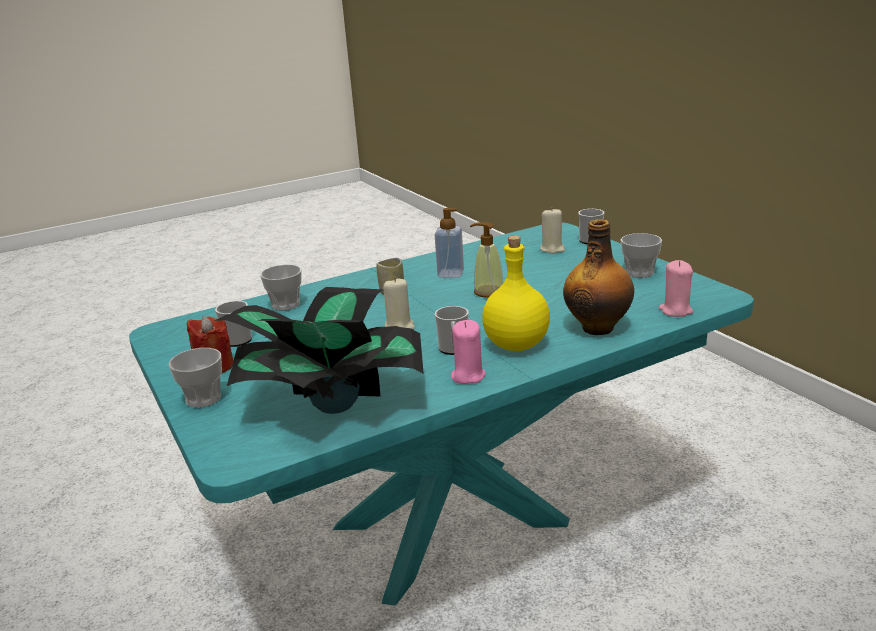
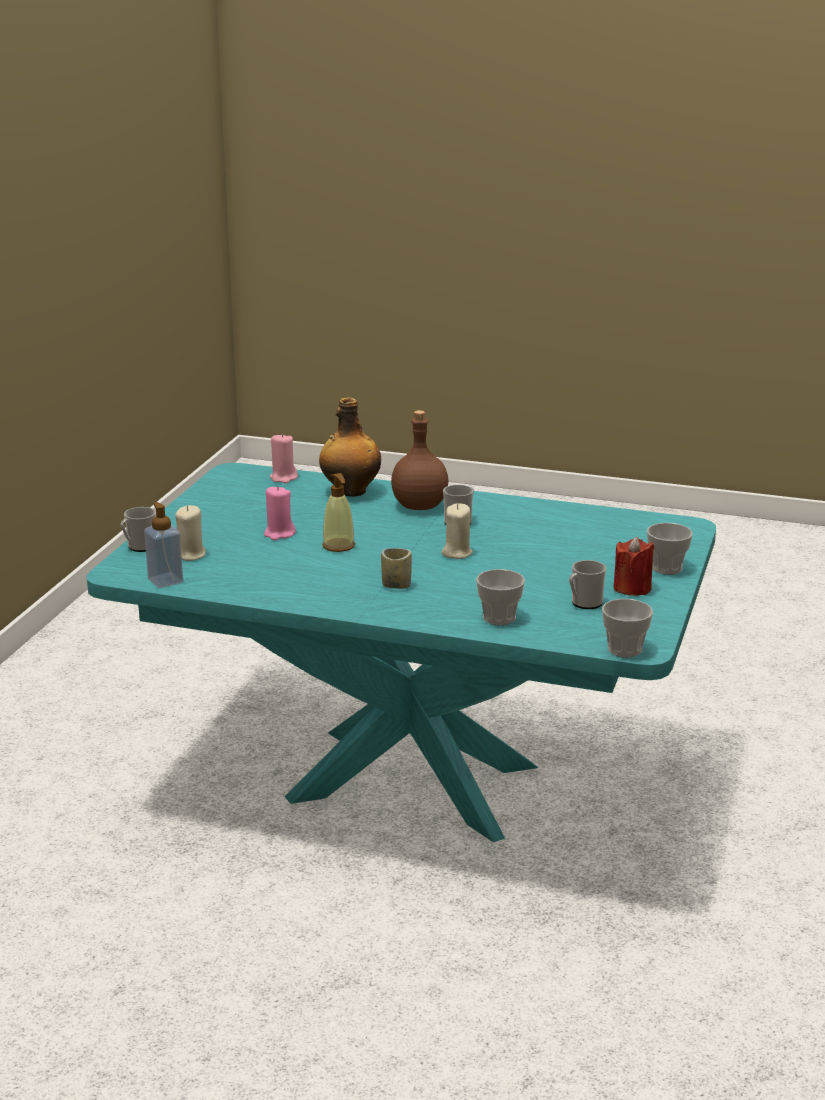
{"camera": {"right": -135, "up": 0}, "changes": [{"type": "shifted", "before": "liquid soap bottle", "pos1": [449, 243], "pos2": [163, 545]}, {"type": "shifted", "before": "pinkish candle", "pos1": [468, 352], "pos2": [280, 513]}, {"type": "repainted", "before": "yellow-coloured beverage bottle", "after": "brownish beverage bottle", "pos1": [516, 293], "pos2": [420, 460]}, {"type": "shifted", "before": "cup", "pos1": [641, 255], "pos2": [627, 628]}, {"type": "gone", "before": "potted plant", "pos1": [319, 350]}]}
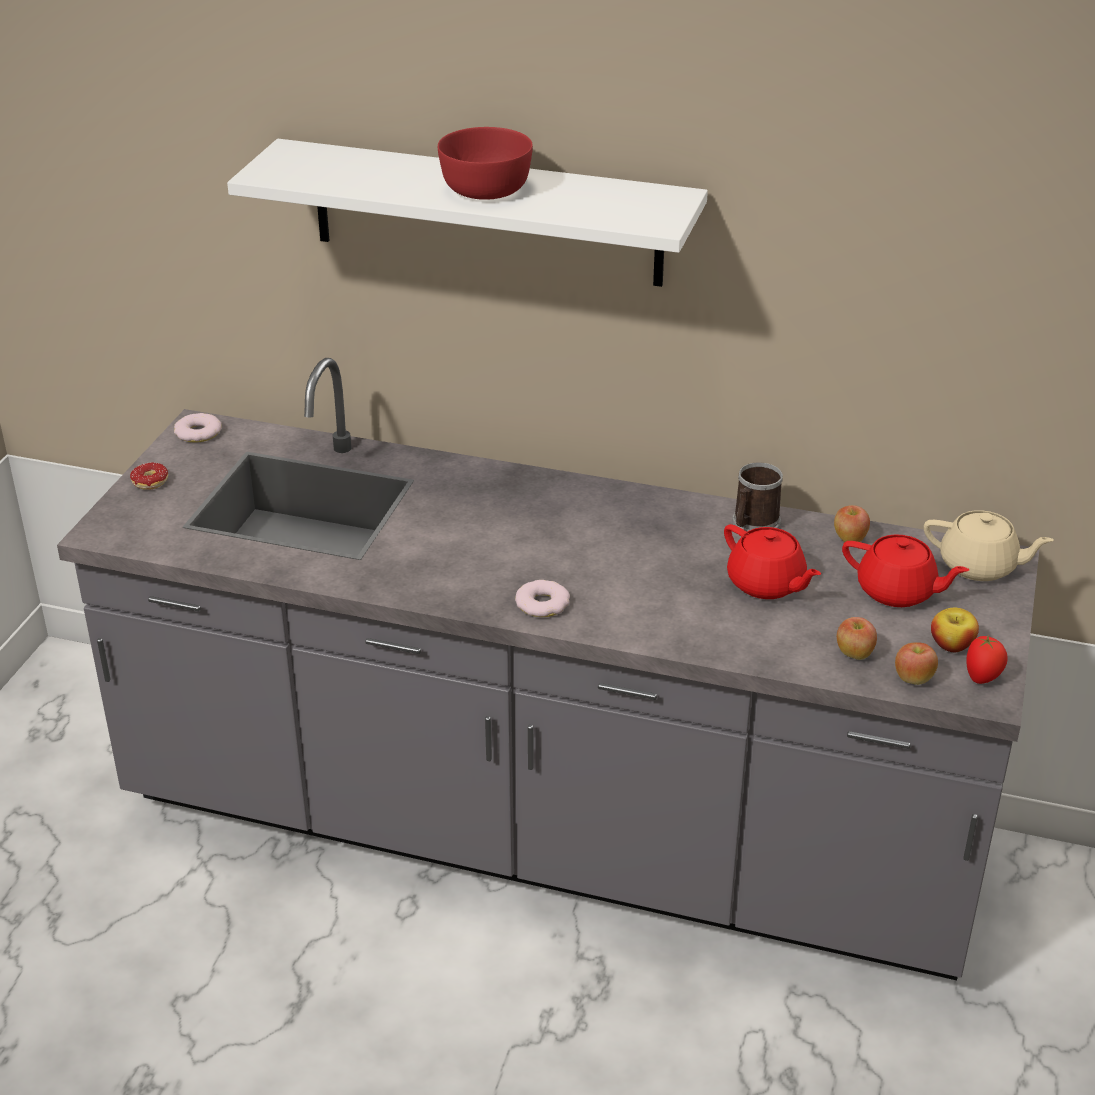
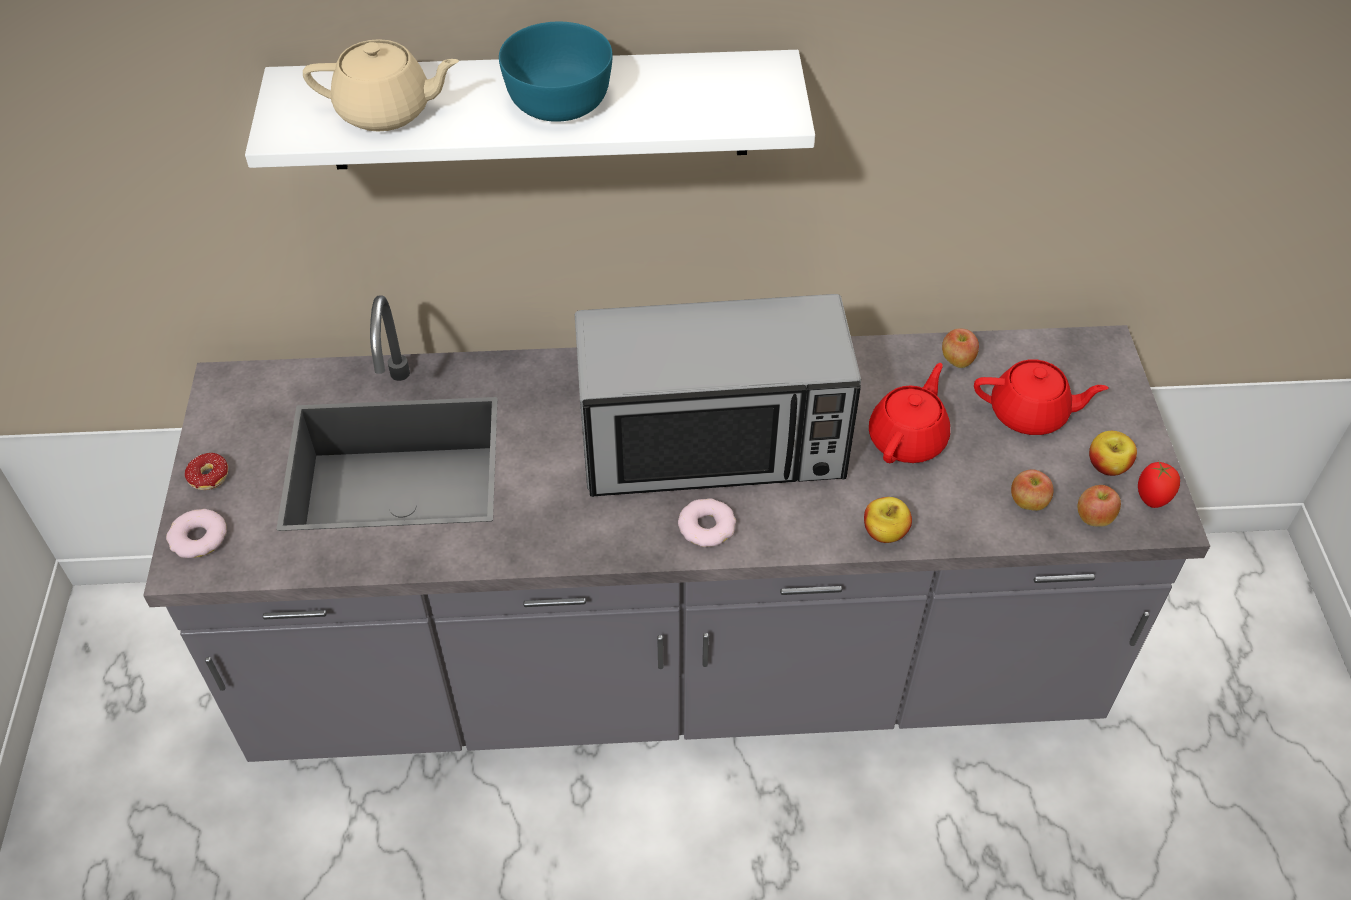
{"camera": {"right": -20, "up": 15}, "changes": [{"type": "shifted", "before": "donut", "pos1": [198, 428], "pos2": [196, 533]}, {"type": "shifted", "before": "beige-coloured pot for tea", "pos1": [989, 545], "pos2": [381, 85]}, {"type": "repainted", "before": "red-coloured bowl", "after": "blue-green bowl", "pos1": [485, 163], "pos2": [555, 72]}, {"type": "new", "after": "microwave", "pos2": [718, 395]}, {"type": "new", "after": "apple fruit", "pos2": [888, 520]}, {"type": "rotated", "before": "red-coloured pot for tea", "pos1": [772, 561], "pos2": [909, 413], "turn": -90}, {"type": "gone", "before": "tea mug", "pos1": [757, 496]}]}
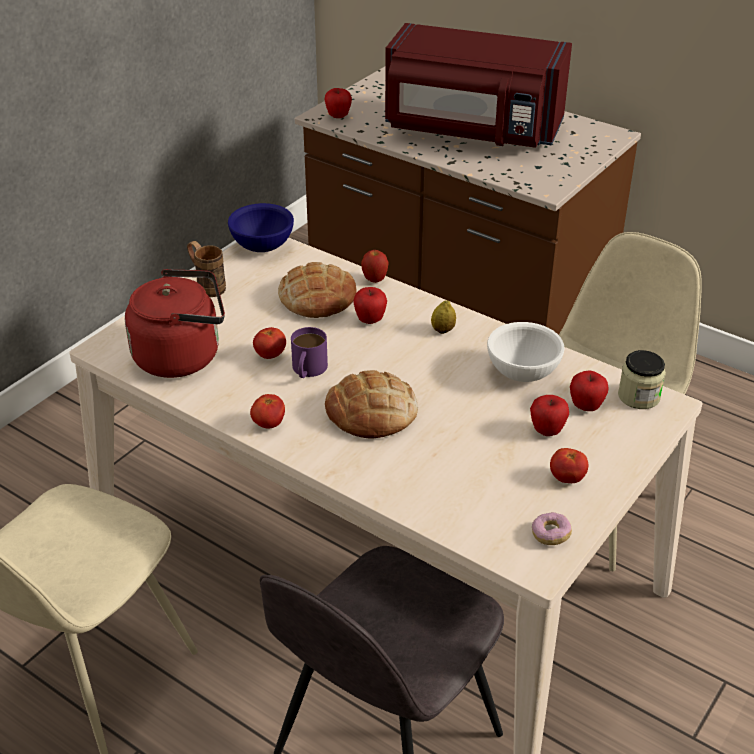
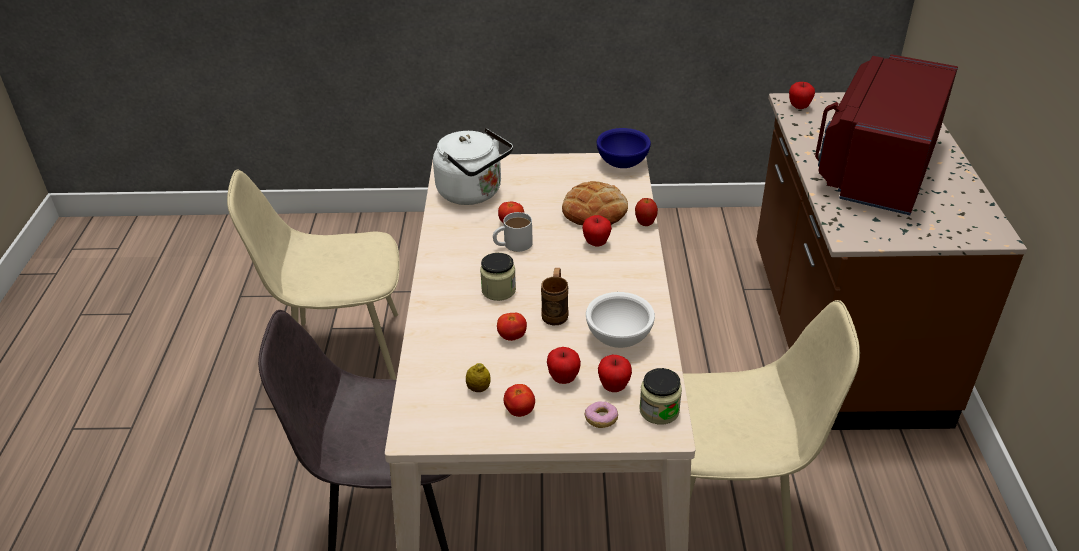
{"camera": {"right": 55, "up": 0}, "changes": [{"type": "repainted", "before": "red-coloured water kettle", "after": "white-coloured water kettle", "pos1": [175, 323], "pos2": [473, 166]}, {"type": "shifted", "before": "lemon", "pos1": [443, 317], "pos2": [478, 377]}, {"type": "swapped", "before": "bakery bread", "after": "storage jar", "pos1": [371, 404], "pos2": [498, 277]}, {"type": "repainted", "before": "purple tea mug", "after": "white-coloured tea mug", "pos1": [309, 352], "pos2": [513, 232]}, {"type": "shifted", "before": "fresh tomato", "pos1": [267, 411], "pos2": [512, 327]}, {"type": "shifted", "before": "brownish tea mug", "pos1": [206, 269], "pos2": [554, 296]}, {"type": "shifted", "before": "donut", "pos1": [552, 528], "pos2": [601, 415]}, {"type": "rotated", "before": "red-coloured microwave", "pos1": [478, 85], "pos2": [886, 134], "turn": 45}]}
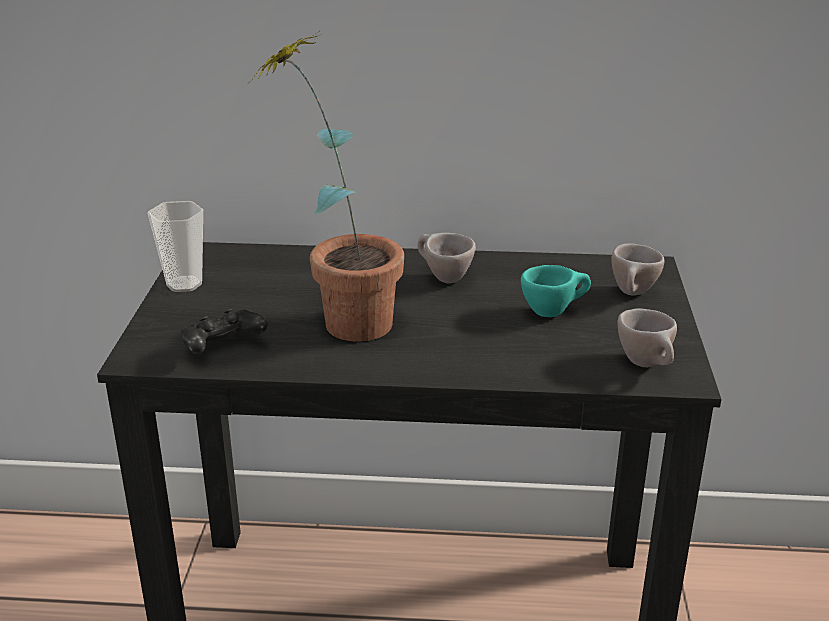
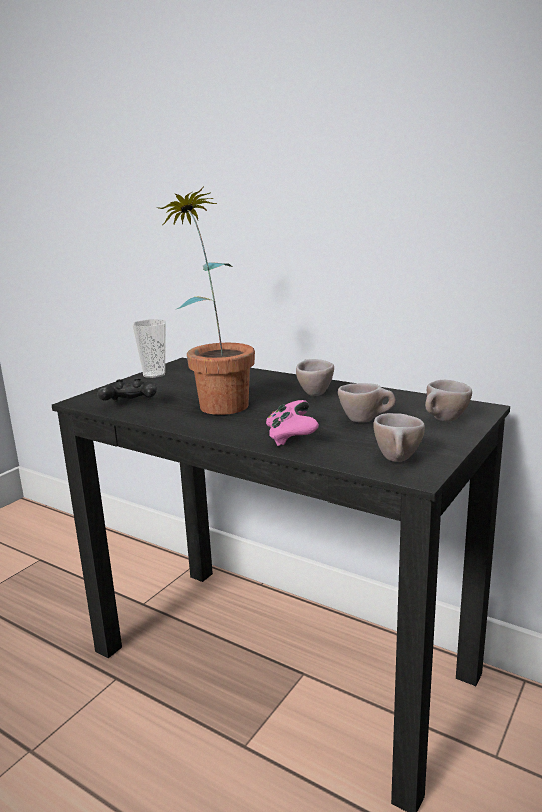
{"camera": {"right": 30, "up": -10}, "changes": [{"type": "new", "after": "pinkish game controller", "pos2": [292, 423]}, {"type": "repainted", "before": "blue-green cup", "after": "beige-coloured cup", "pos1": [556, 291], "pos2": [367, 403]}]}
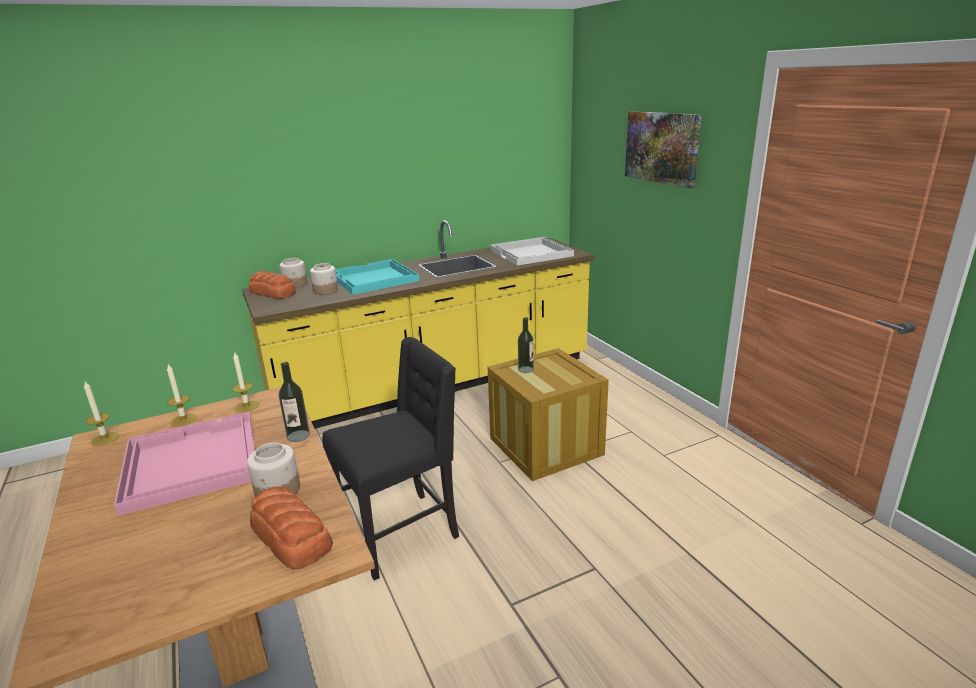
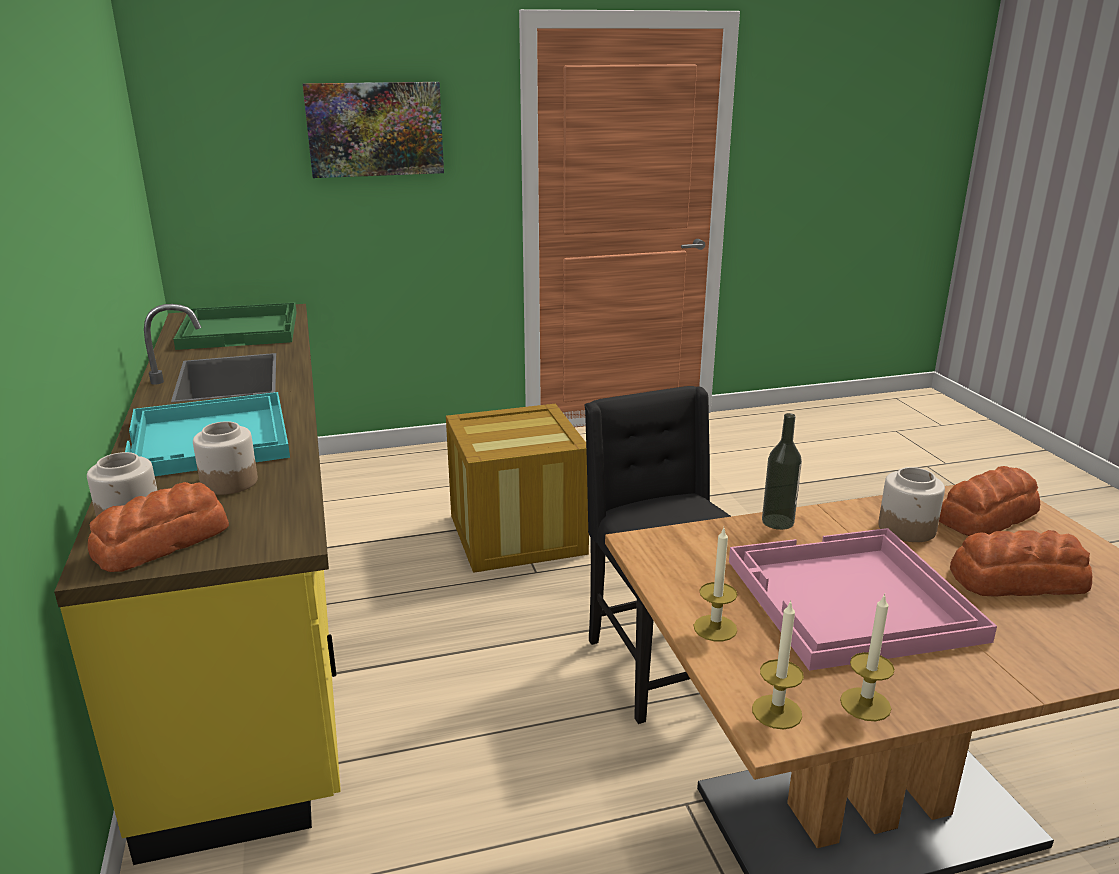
{"camera": {"right": -80, "up": 0}, "changes": [{"type": "repainted", "before": "white-coloured tray", "after": "green-coloured tray", "pos1": [532, 251], "pos2": [235, 326]}, {"type": "shifted", "before": "candle", "pos1": [245, 382], "pos2": [867, 657]}, {"type": "new", "after": "bakery bread", "pos2": [1021, 563]}, {"type": "gone", "before": "beverage bottle", "pos1": [526, 345]}]}
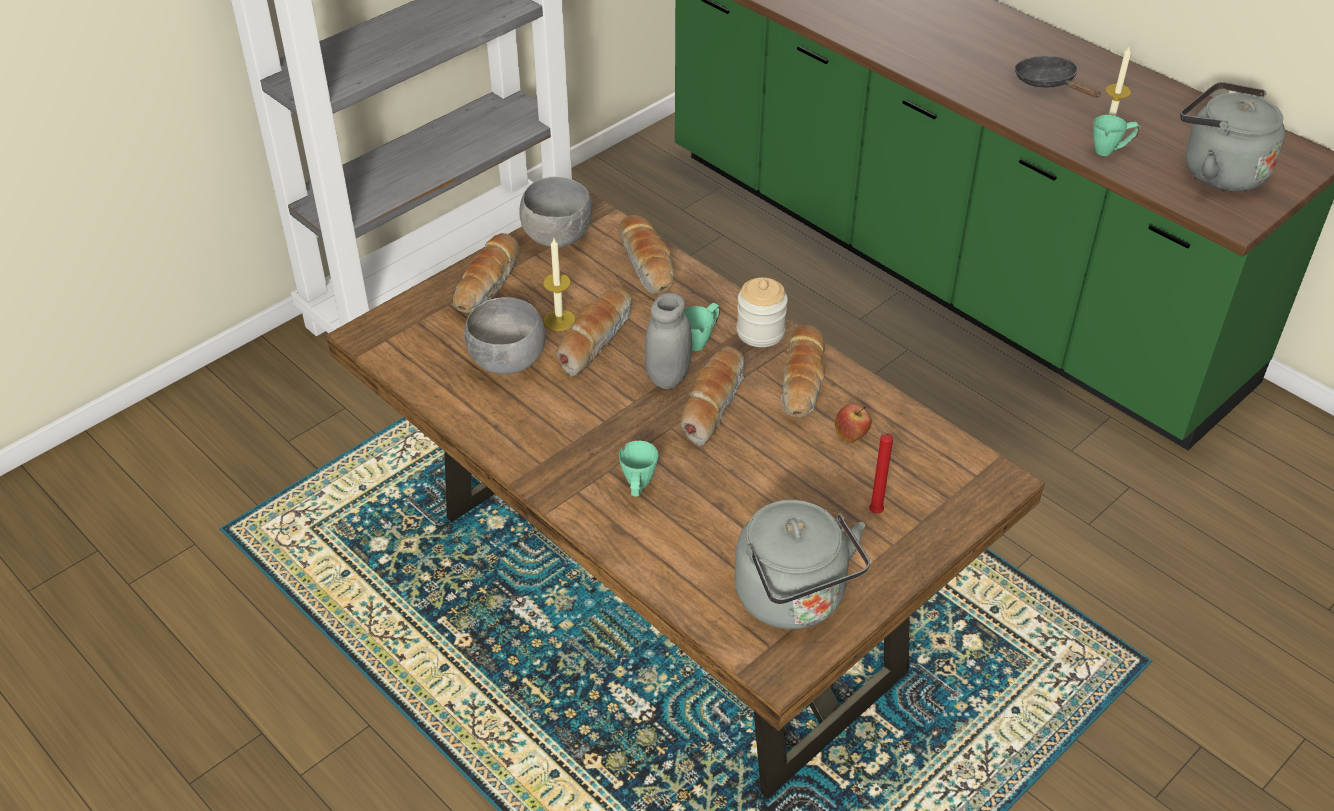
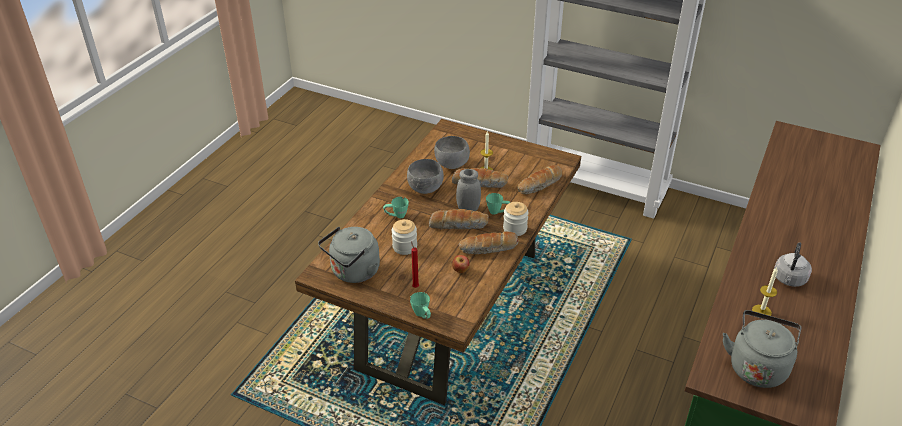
{"camera": {"right": 70, "up": -5}, "changes": [{"type": "new", "after": "storage jar", "pos2": [404, 237]}, {"type": "shifted", "before": "grey bowl", "pos1": [556, 212], "pos2": [425, 176]}, {"type": "shifted", "before": "green-coloured tea mug", "pos1": [1116, 135], "pos2": [420, 305]}, {"type": "swapped", "before": "black pan", "after": "grey water kettle", "pos1": [1058, 77], "pos2": [793, 264]}, {"type": "gone", "before": "bakery bread", "pos1": [486, 273]}]}
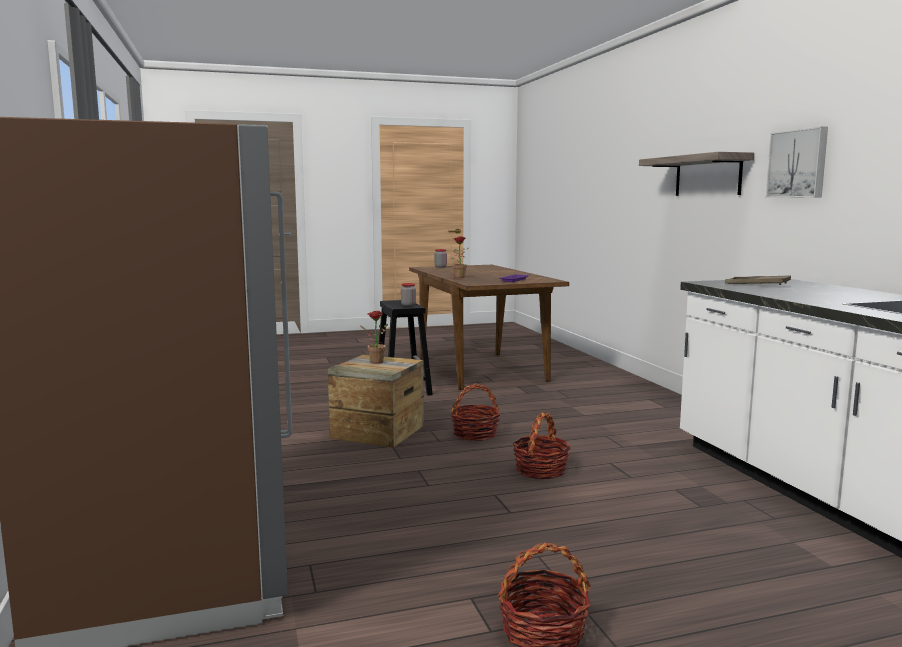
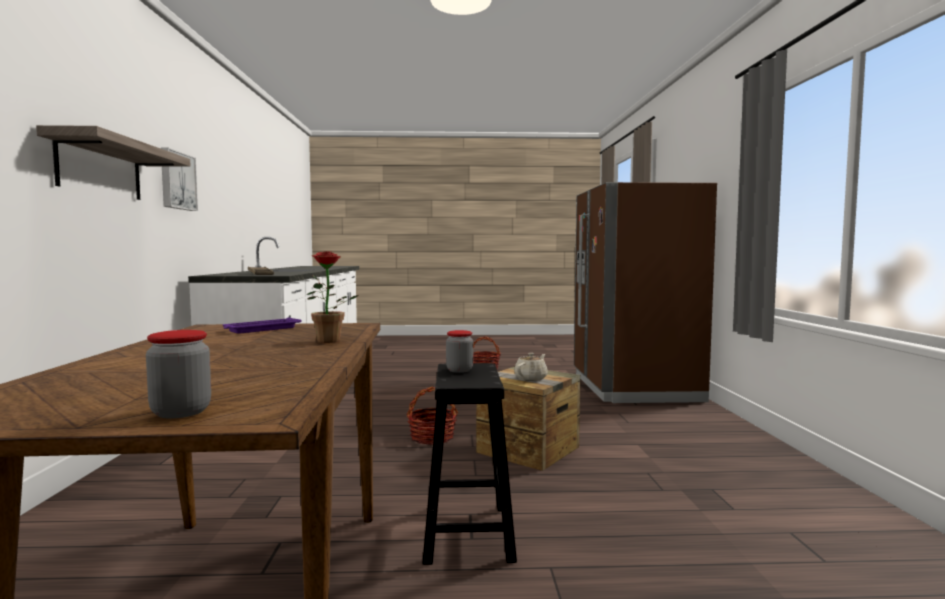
{"camera": {"right": -165, "up": -5}, "changes": [{"type": "swapped", "before": "potted plant", "after": "beige-coloured pot for tea", "pos1": [374, 337], "pos2": [531, 367]}, {"type": "gone", "before": "basket", "pos1": [542, 445]}]}
